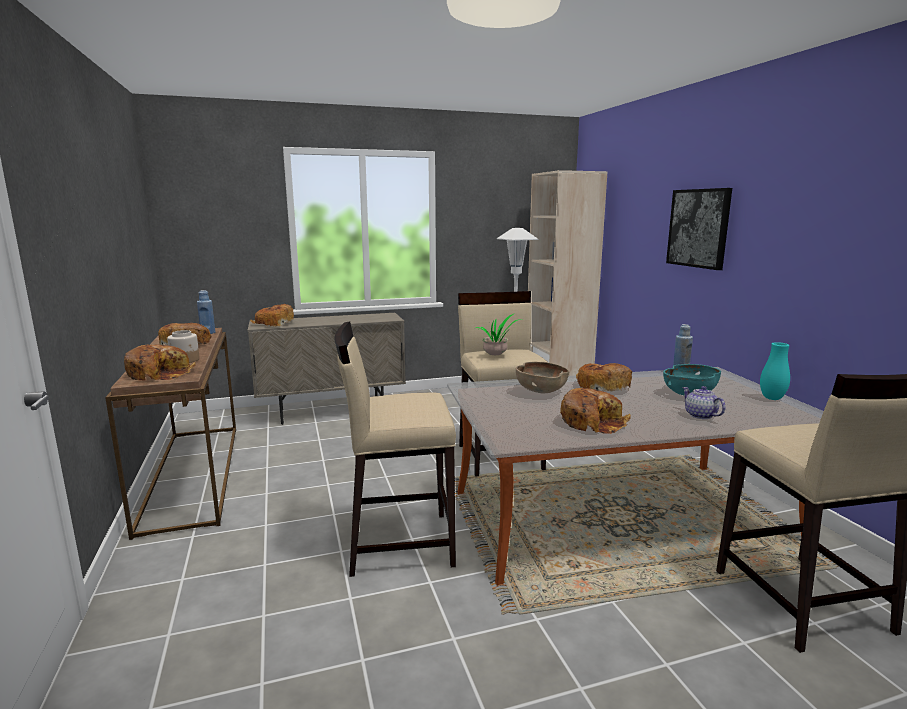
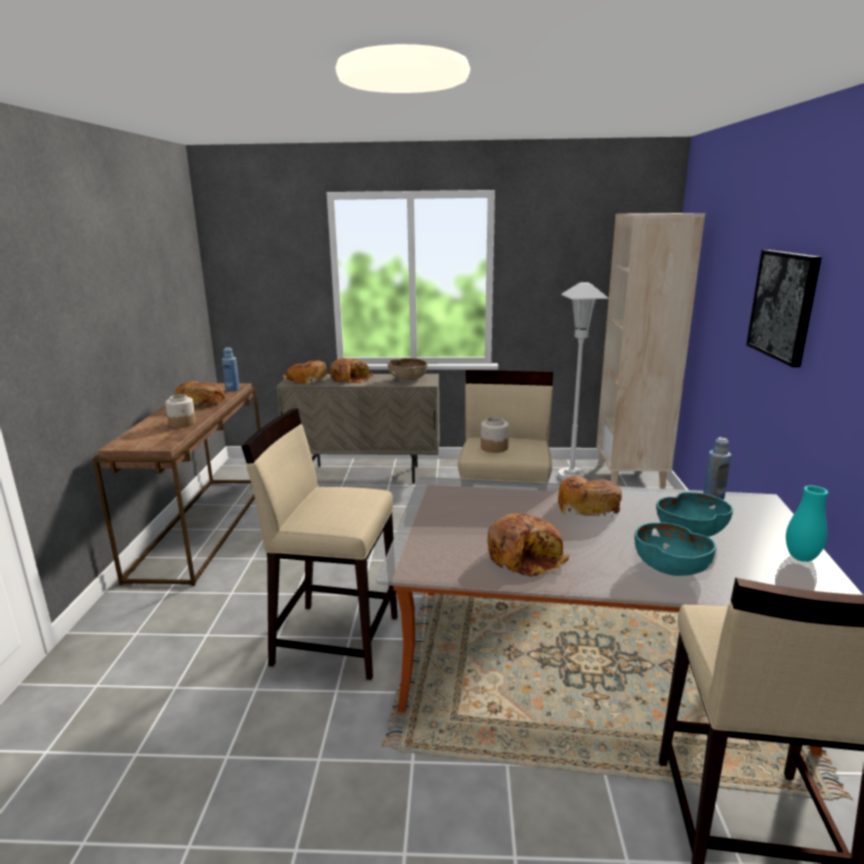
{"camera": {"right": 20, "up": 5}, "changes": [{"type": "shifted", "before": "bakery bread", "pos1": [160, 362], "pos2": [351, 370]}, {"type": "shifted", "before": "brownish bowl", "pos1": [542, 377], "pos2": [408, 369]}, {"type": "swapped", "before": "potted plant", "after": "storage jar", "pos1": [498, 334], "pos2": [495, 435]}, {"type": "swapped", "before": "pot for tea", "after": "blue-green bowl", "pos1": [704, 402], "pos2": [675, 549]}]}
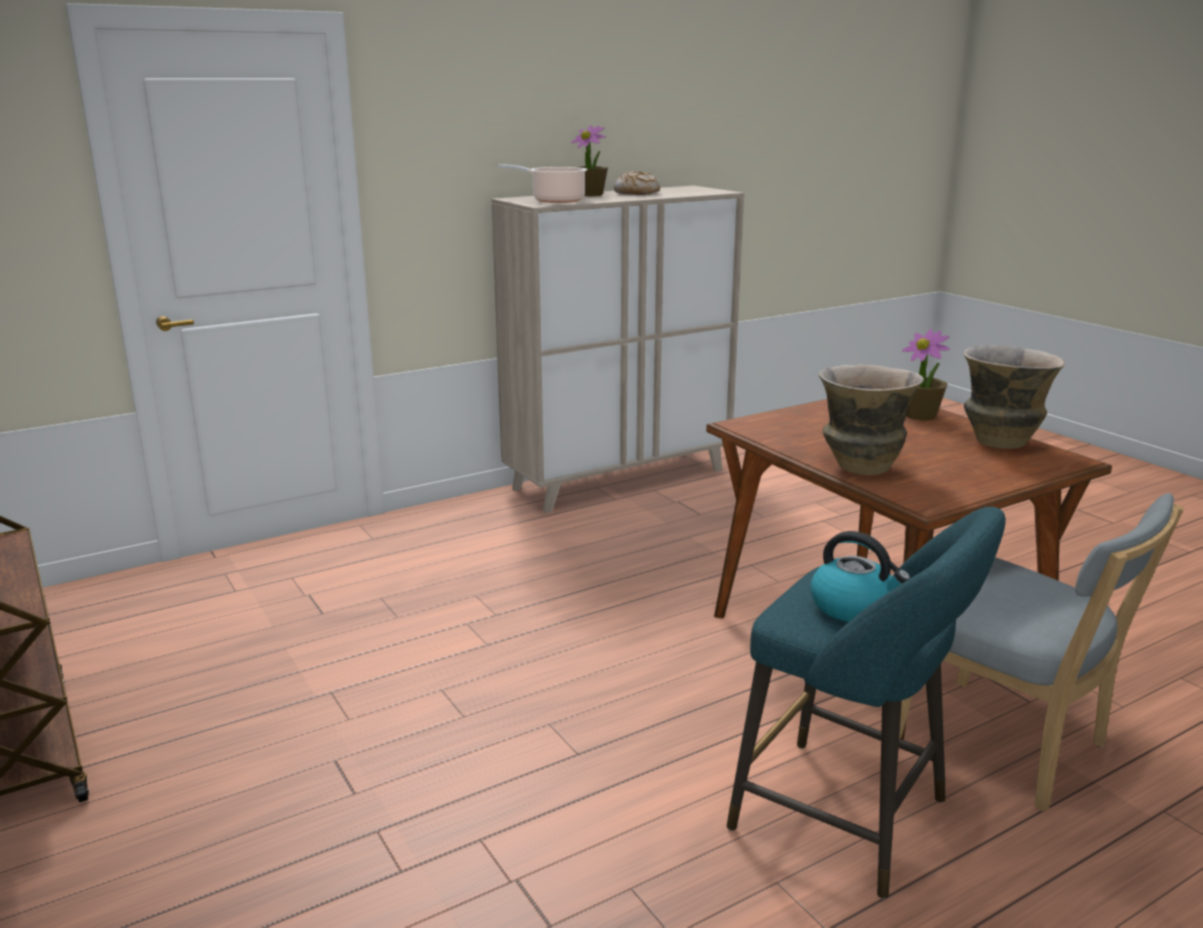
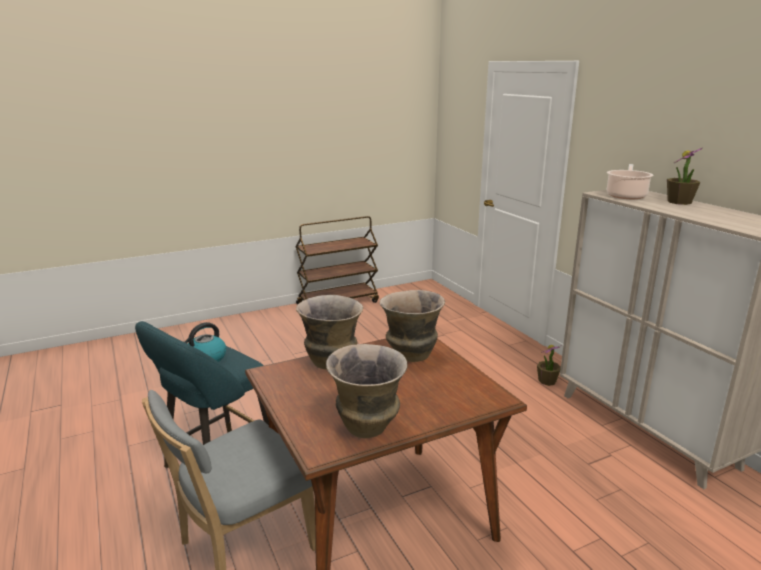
{"camera": {"right": 95, "up": 0}, "changes": [{"type": "new", "after": "flower vase", "pos2": [412, 326]}, {"type": "shifted", "before": "potted plant", "pos1": [926, 374], "pos2": [549, 365]}, {"type": "gone", "before": "bakery bread", "pos1": [637, 183]}]}
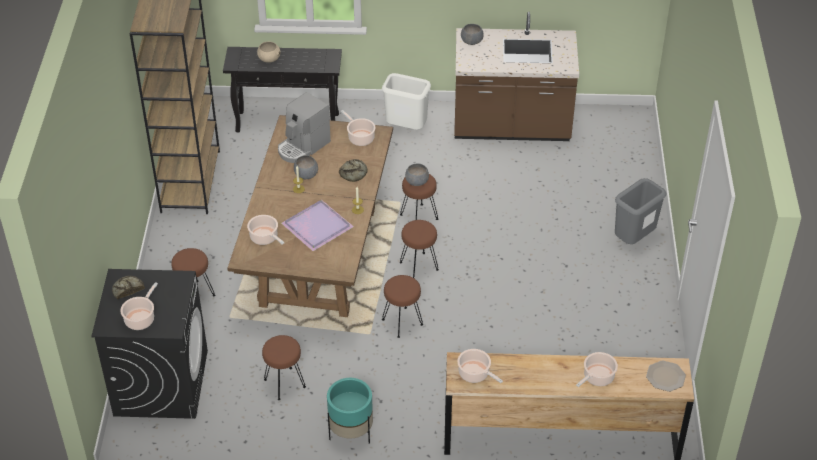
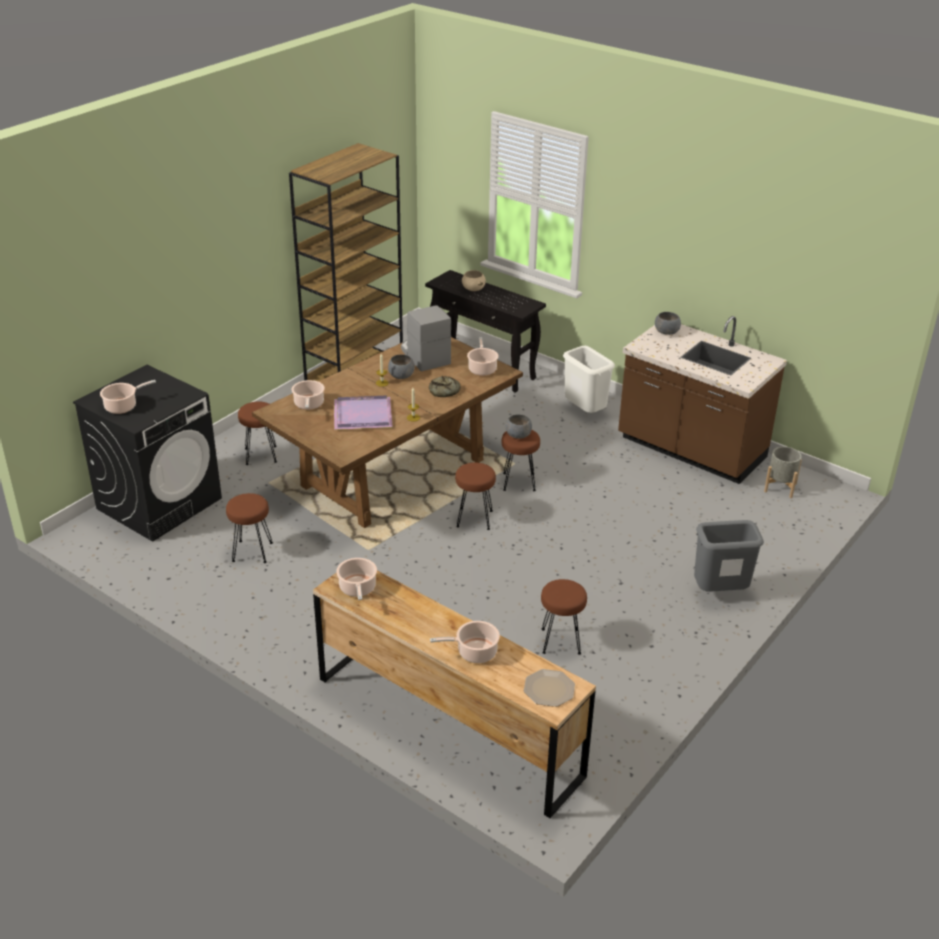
{"camera": {"right": 35, "up": -10}, "changes": [{"type": "rotated", "before": "coffee machine", "pos1": [304, 127], "pos2": [426, 338], "turn": 75}, {"type": "shifted", "before": "brownish stool seat", "pos1": [402, 306], "pos2": [564, 617]}, {"type": "new", "after": "grey flower pot", "pos2": [783, 472]}, {"type": "gone", "before": "bakery bread", "pos1": [128, 287]}, {"type": "gone", "before": "blue-green flower pot", "pos1": [350, 411]}]}
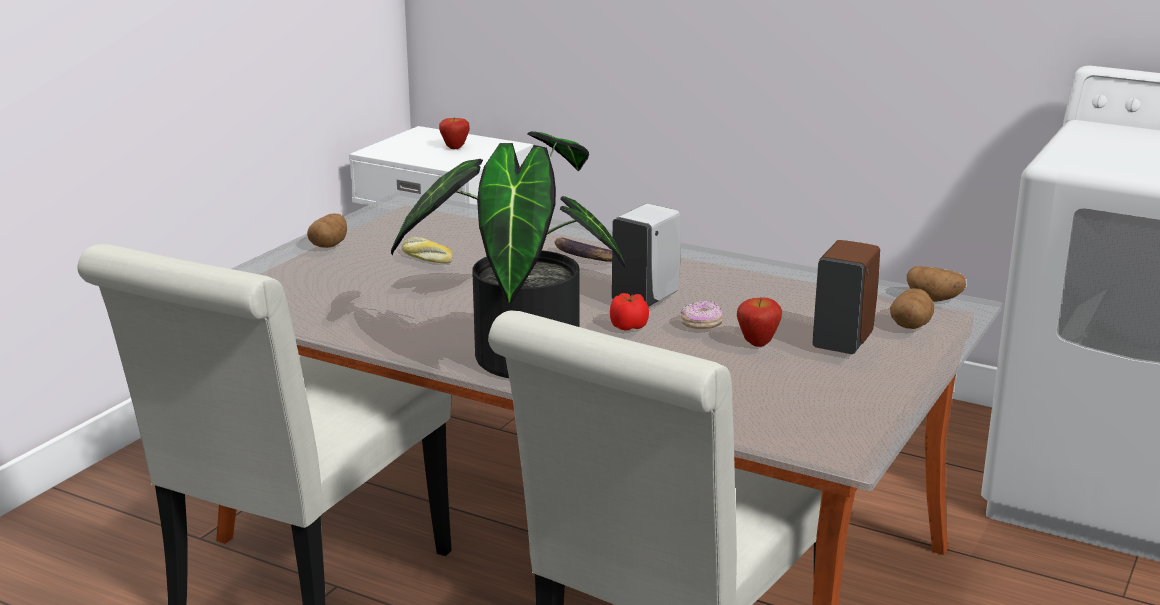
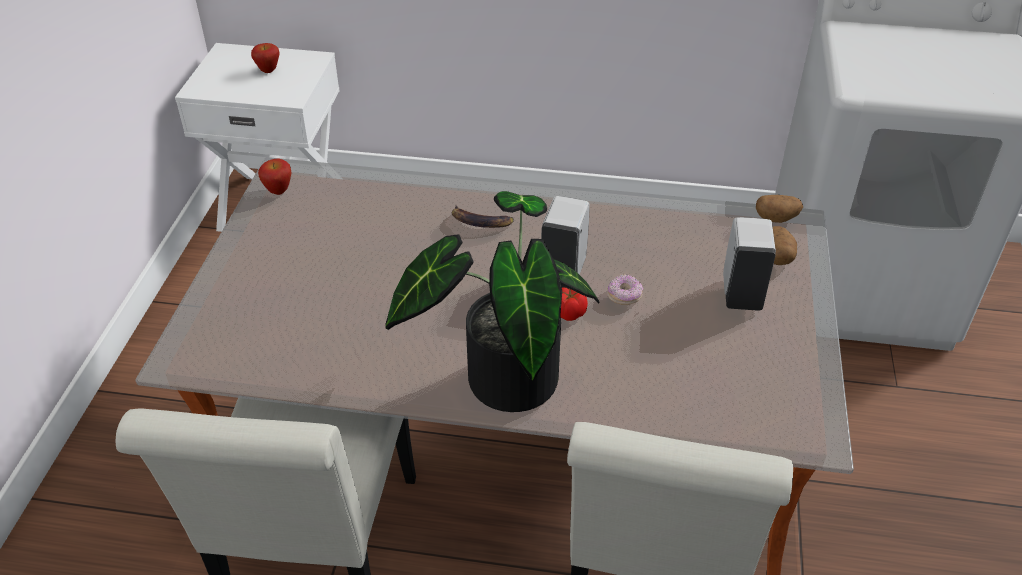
{"camera": {"right": -20, "up": 20}, "changes": [{"type": "shifted", "before": "apple fruit", "pos1": [759, 322], "pos2": [275, 176]}, {"type": "repainted", "before": "brownish liquid soap bottle", "after": "white-coloured liquid soap bottle", "pos1": [846, 297], "pos2": [749, 264]}, {"type": "gone", "before": "whole potato", "pos1": [327, 231]}, {"type": "gone", "before": "bakery bread", "pos1": [427, 250]}]}
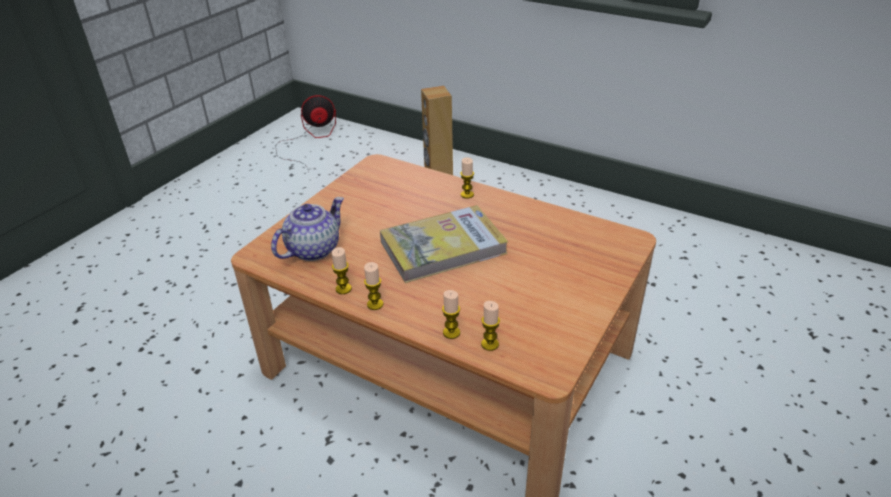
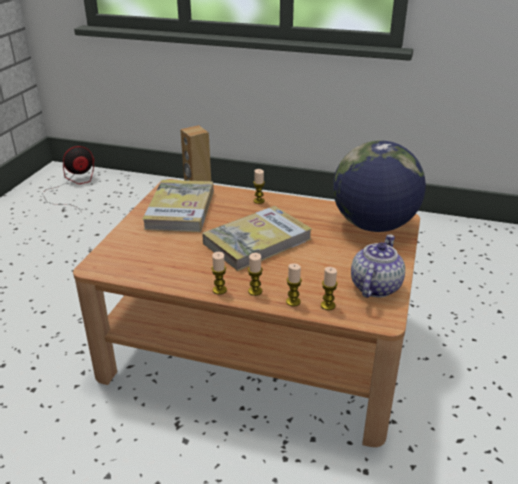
{"camera": {"right": -15, "up": -5}, "changes": [{"type": "new", "after": "volume", "pos2": [178, 206]}, {"type": "shifted", "before": "candle", "pos1": [341, 270], "pos2": [255, 274]}, {"type": "new", "after": "desk globe", "pos2": [379, 186]}, {"type": "shifted", "before": "pot for tea", "pos1": [307, 229], "pos2": [378, 266]}]}
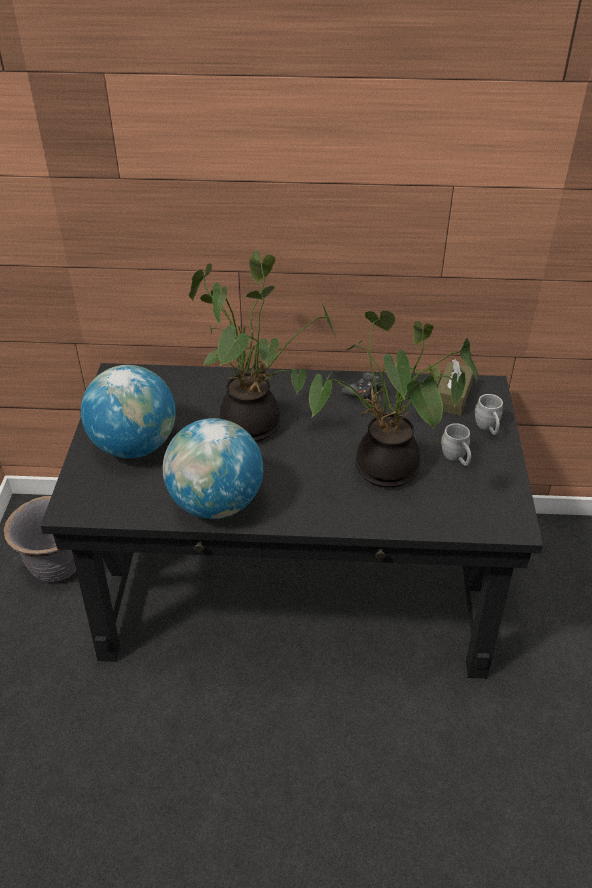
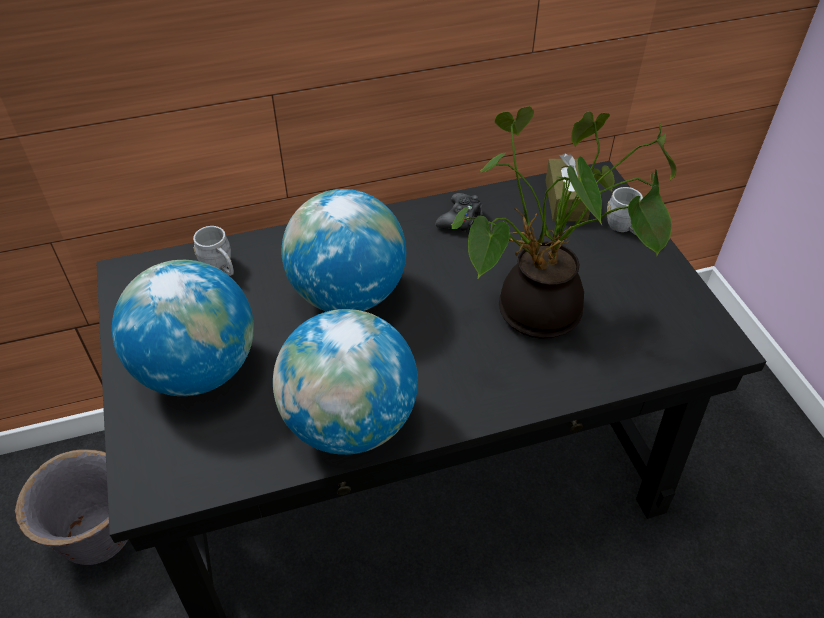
{"camera": {"right": -20, "up": 5}, "changes": [{"type": "shifted", "before": "grey tea mug", "pos1": [456, 444], "pos2": [213, 251]}, {"type": "swapped", "before": "potted plant", "after": "desk globe", "pos1": [262, 346], "pos2": [344, 250]}]}
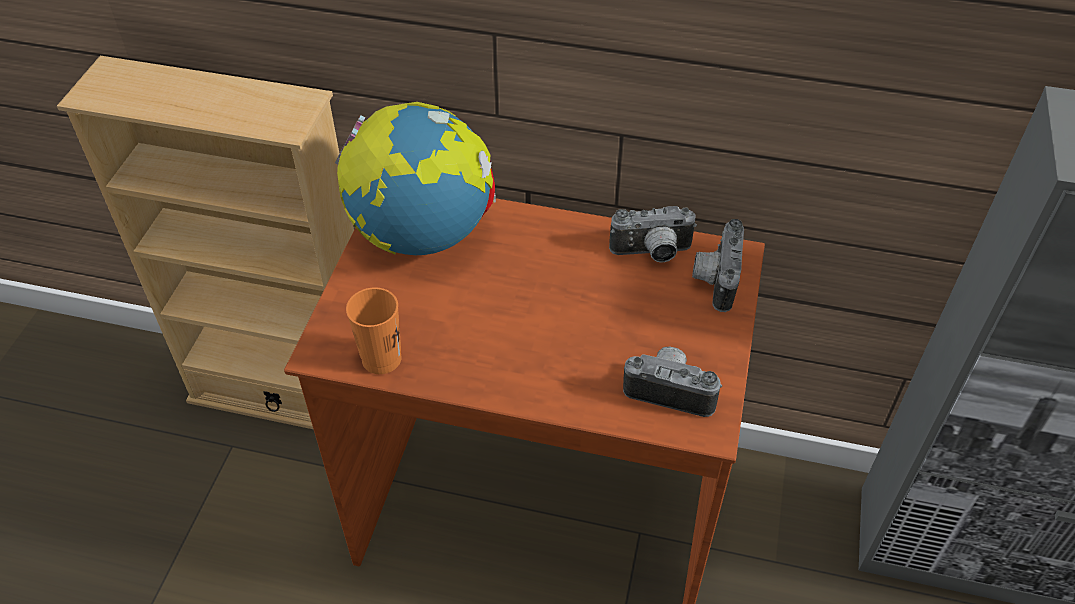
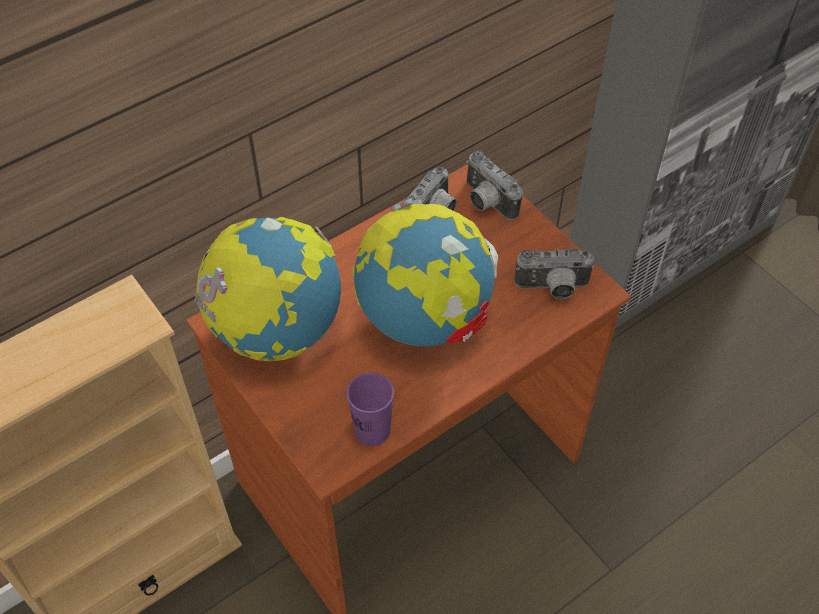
{"camera": {"right": -50, "up": 5}, "changes": [{"type": "repainted", "before": "orange cup", "after": "purple cup", "pos1": [374, 330], "pos2": [370, 409]}, {"type": "new", "after": "desk globe", "pos2": [425, 272]}, {"type": "rotated", "before": "still camera", "pos1": [672, 382], "pos2": [554, 273], "turn": -150}]}
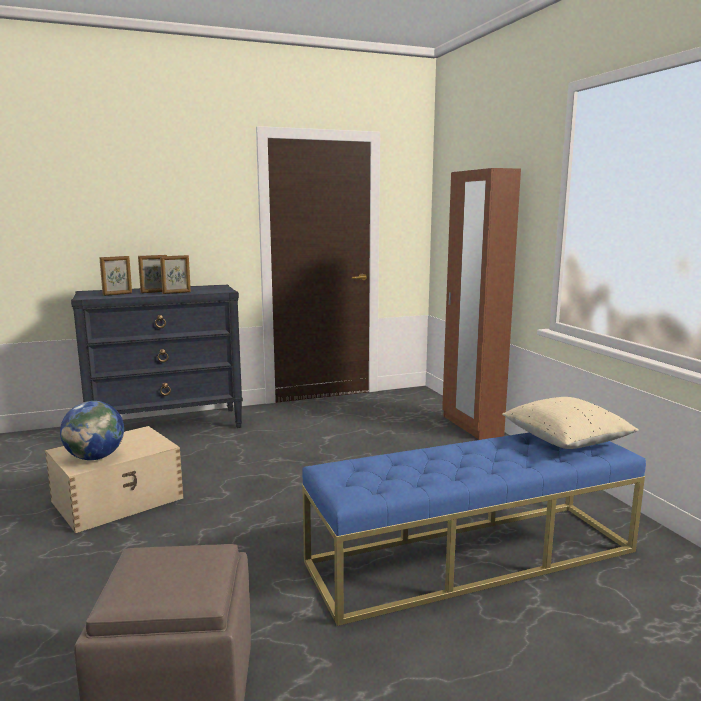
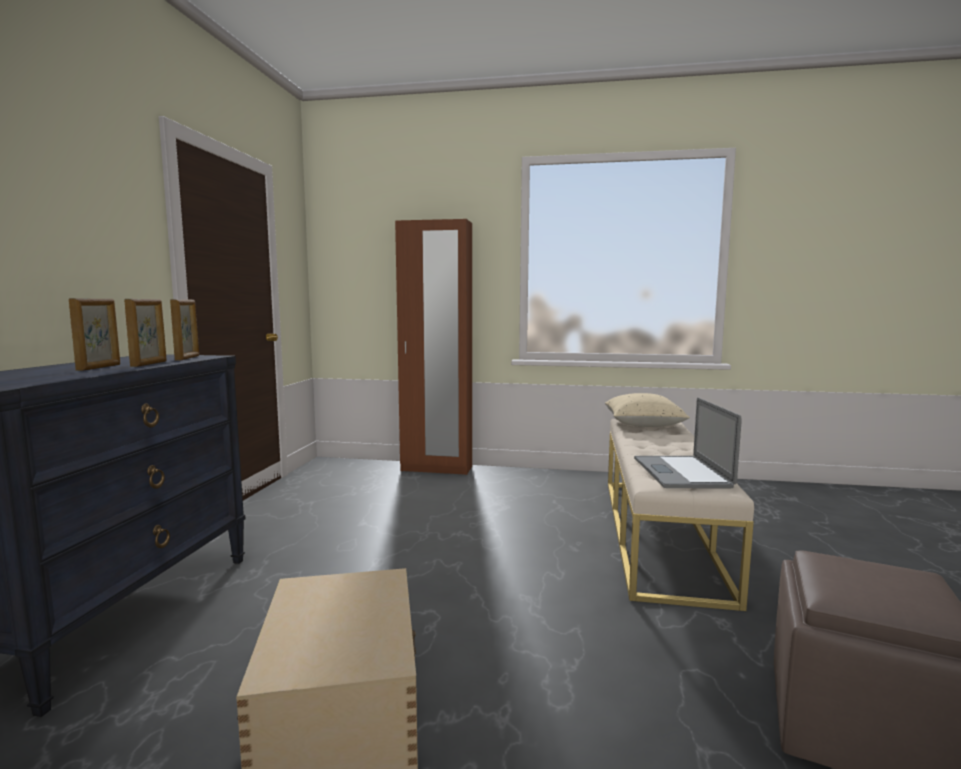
{"camera": {"right": -60, "up": -5}, "changes": [{"type": "shifted", "before": "standing frame", "pos1": [115, 276], "pos2": [184, 330]}, {"type": "repainted", "before": "bluish long seat", "after": "beige-coloured long seat", "pos1": [474, 529], "pos2": [681, 515]}, {"type": "new", "after": "laptop", "pos2": [688, 443]}, {"type": "gone", "before": "desk globe", "pos1": [92, 430]}]}
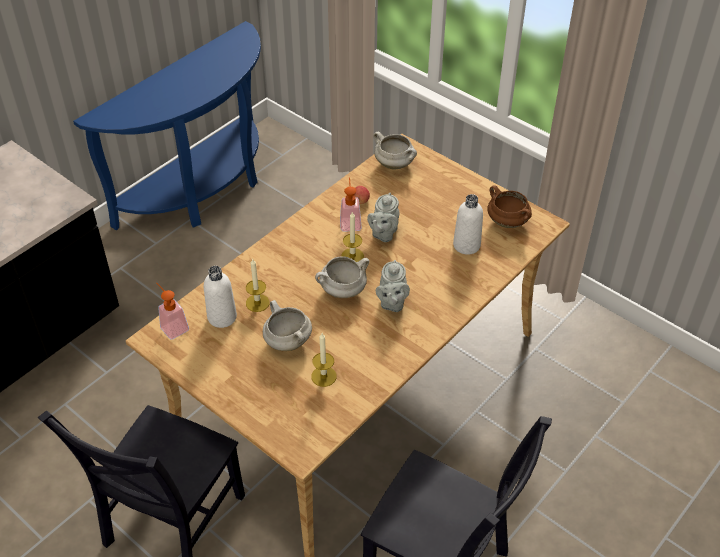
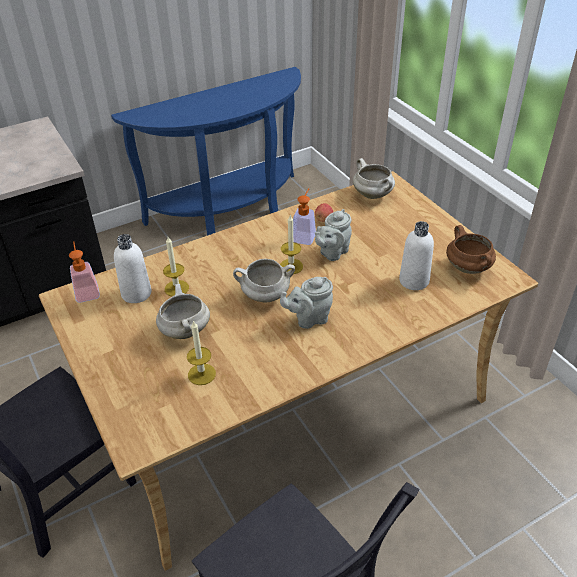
{"camera": {"right": 20, "up": -5}, "changes": [{"type": "rotated", "before": "grey pot for tea", "pos1": [393, 286], "pos2": [306, 303], "turn": 45}]}
